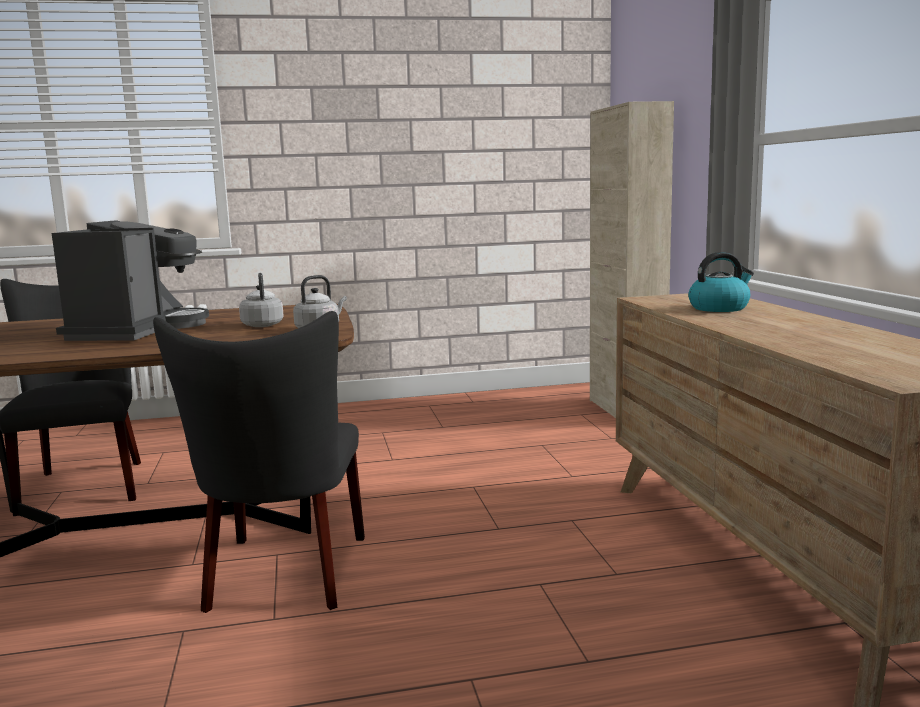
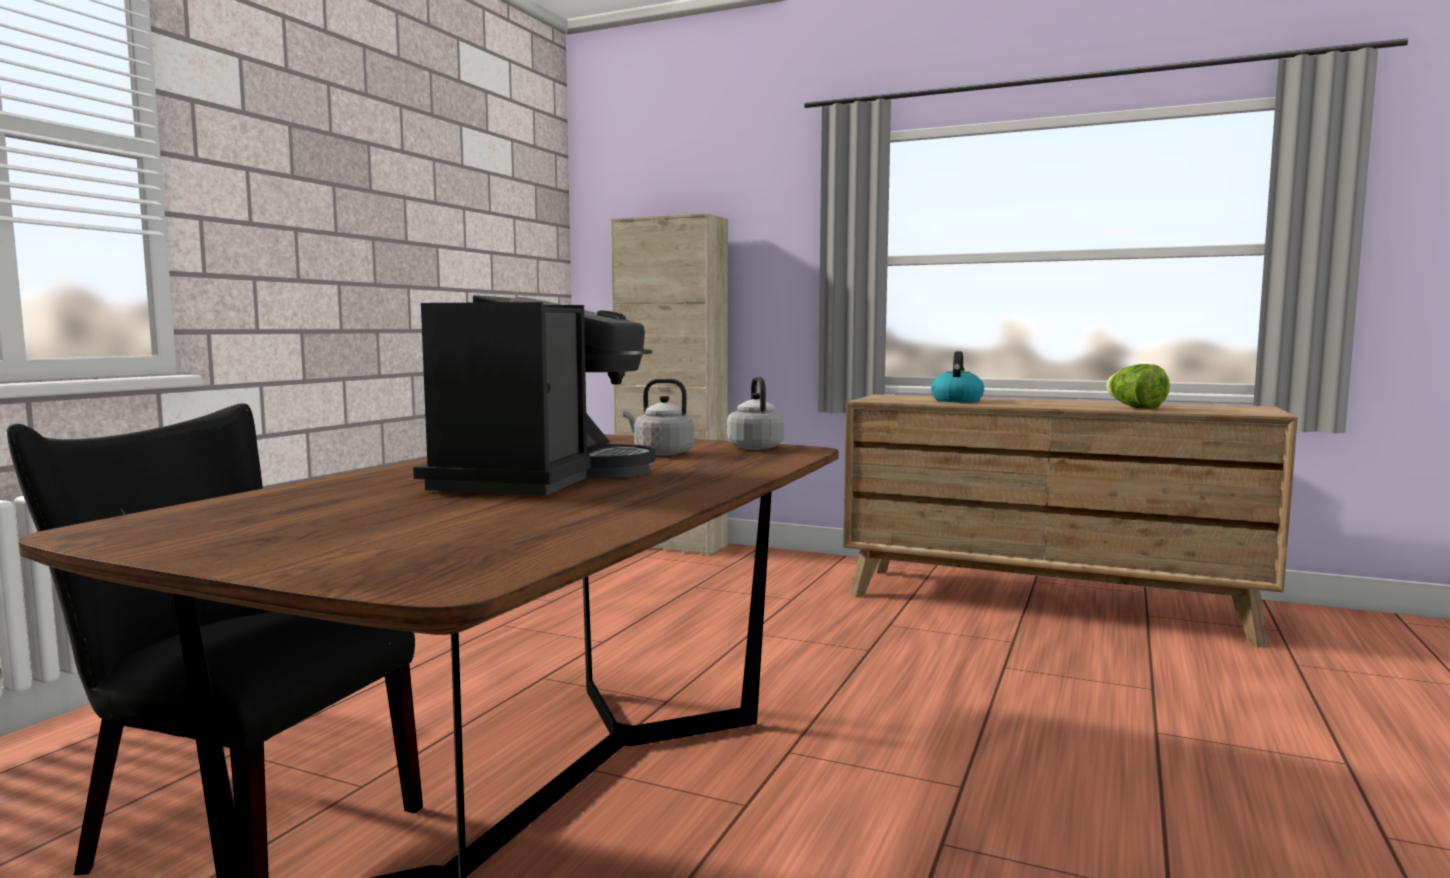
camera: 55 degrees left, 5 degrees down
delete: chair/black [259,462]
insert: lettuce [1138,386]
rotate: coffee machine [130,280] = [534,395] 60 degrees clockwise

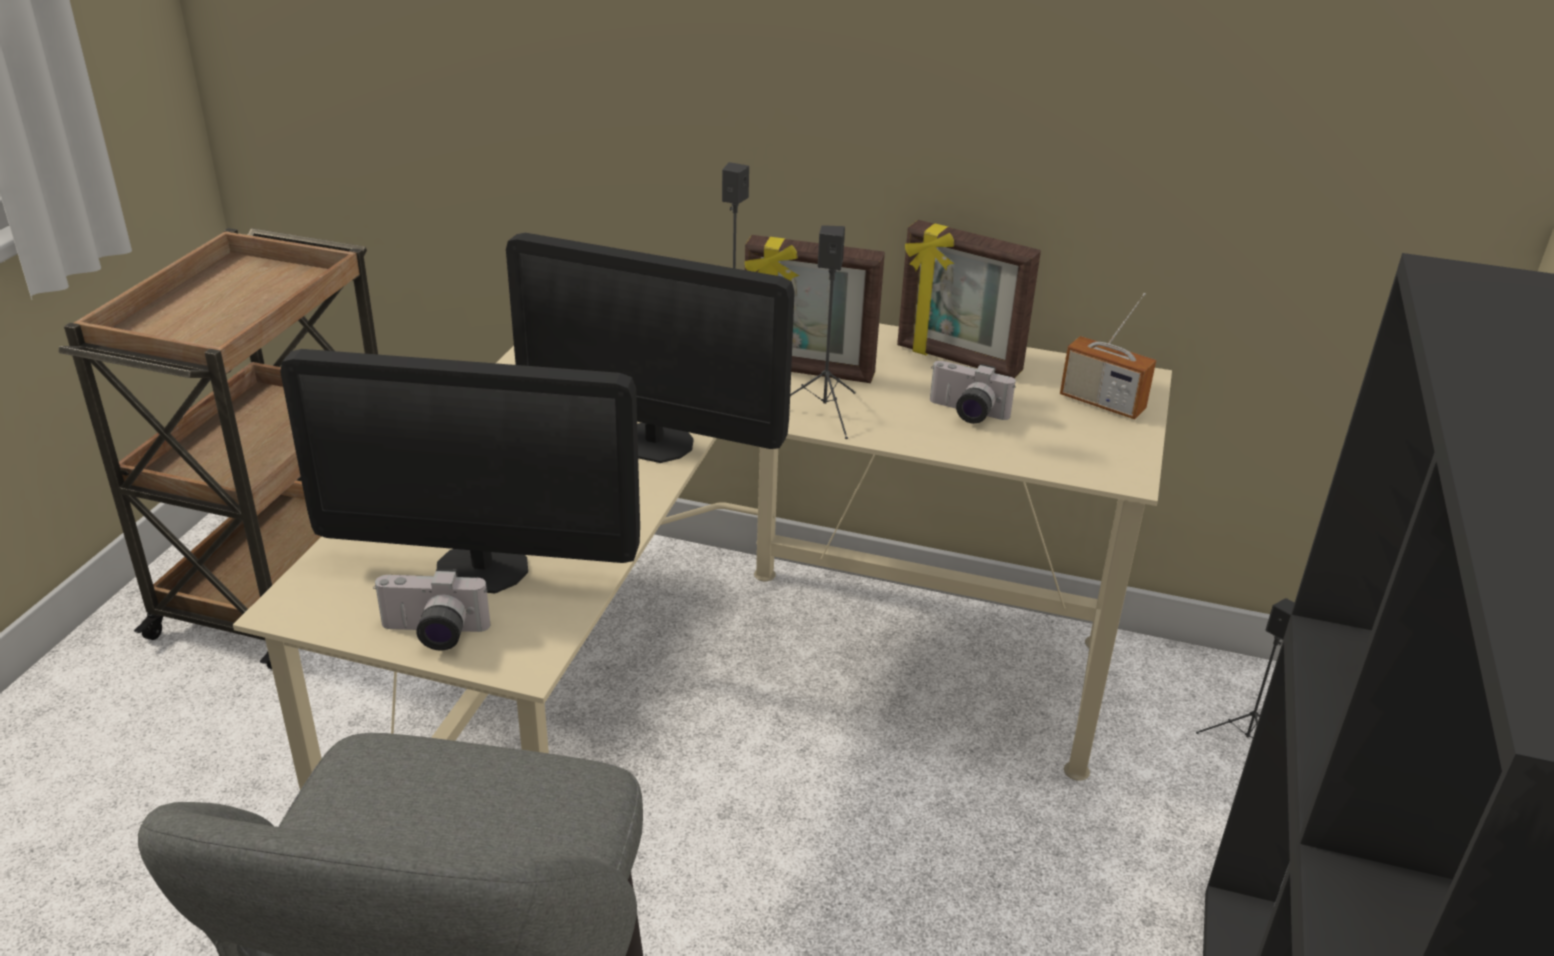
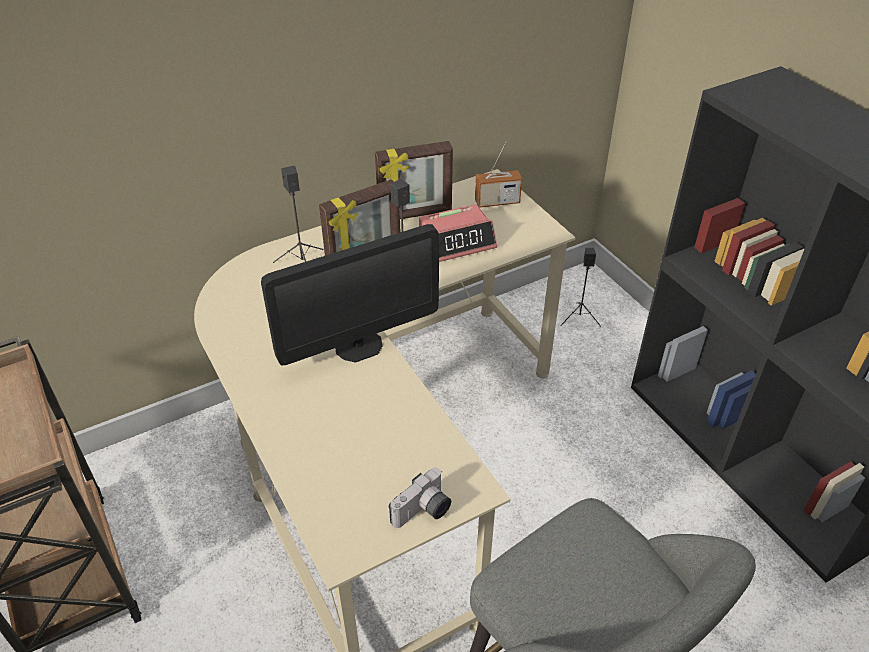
camera: 45 degrees left, 10 degrees up
delete: monitor [460,471]
replace: photo camera [973,392] to alarm clock [458,233]

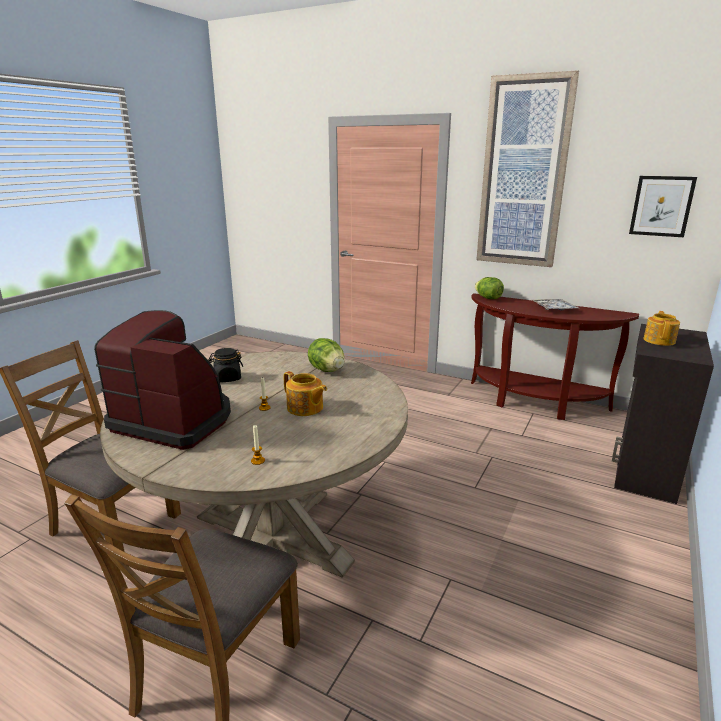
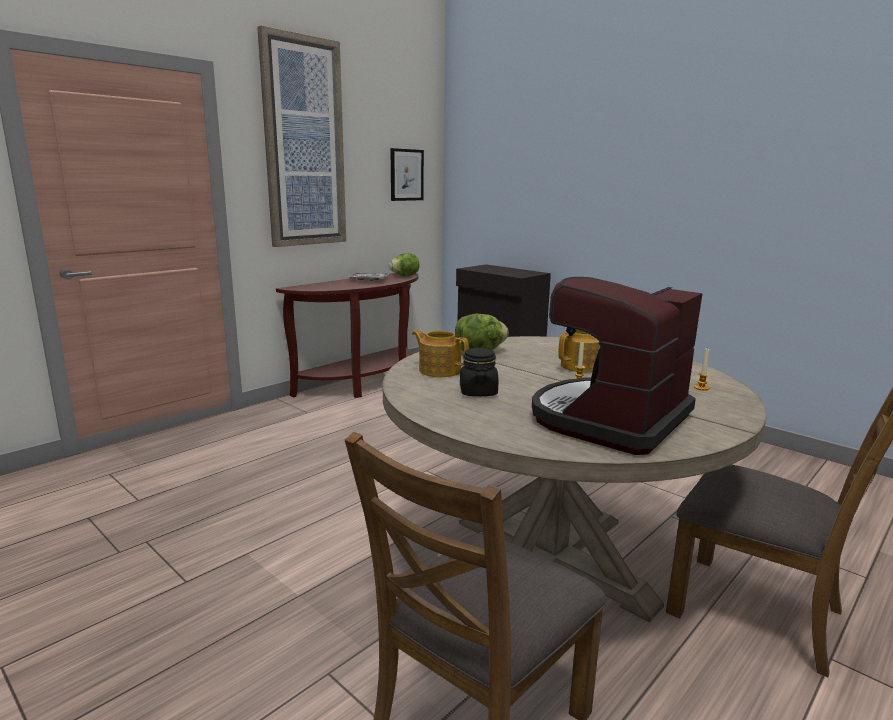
camera: 75 degrees left, 5 degrees down
move: lettuce [489,288] to [404,264]; teapot [662,328] to [440,353]

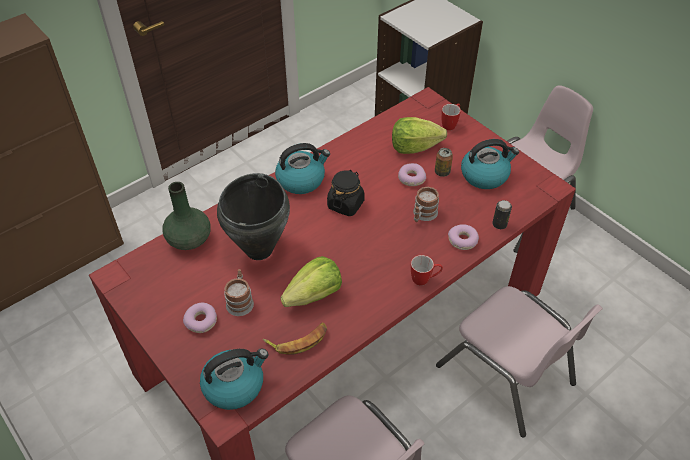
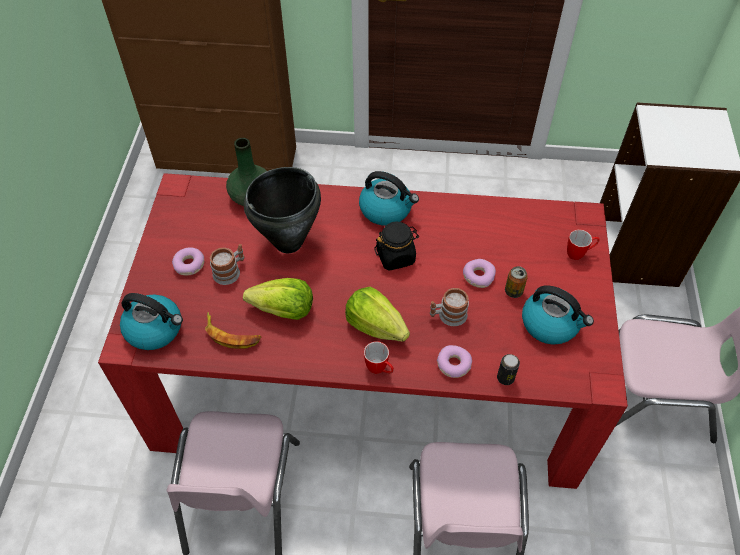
camera: 45 degrees right, 5 degrees up
move: lettuce [419,135] to [377,313]

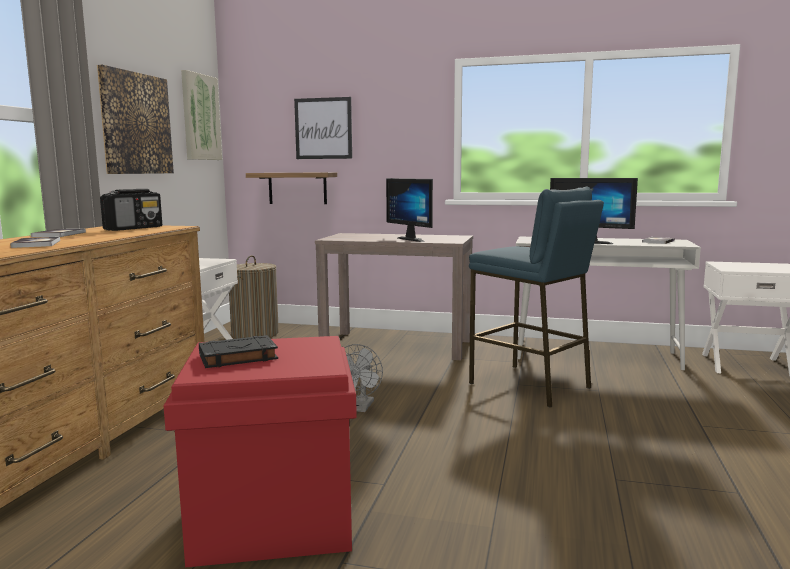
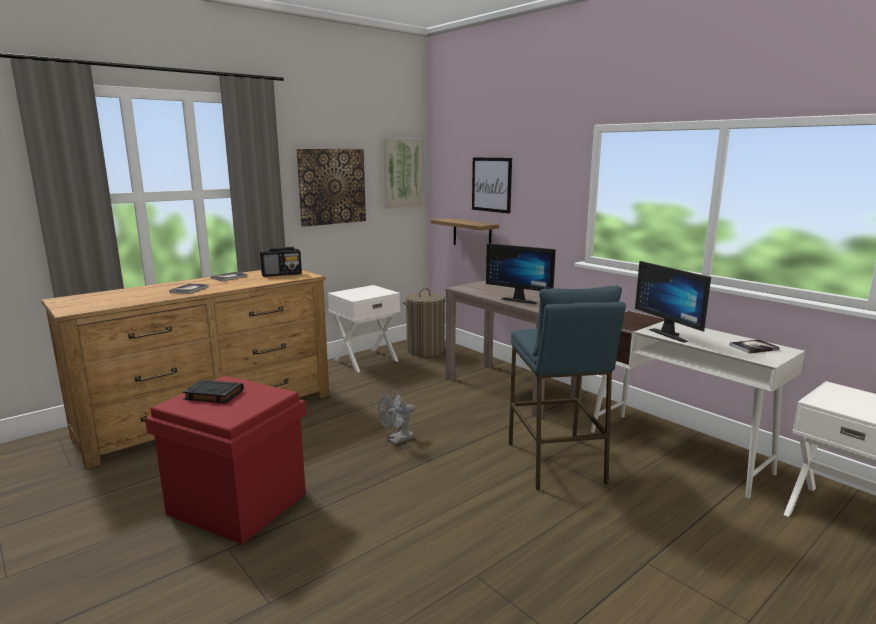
camera: 35 degrees right, 5 degrees up
rotate: monitor [409,210] = [521,273] 60 degrees counterclockwise

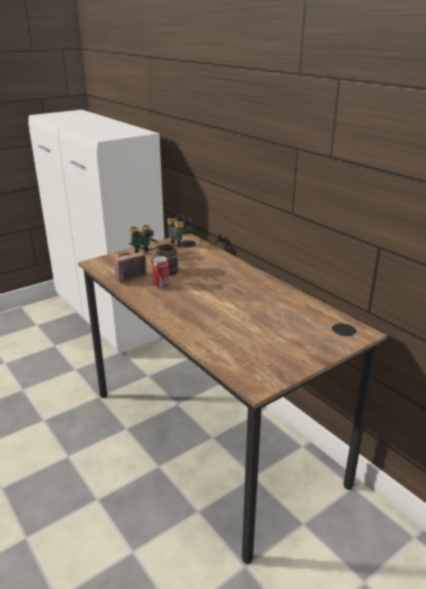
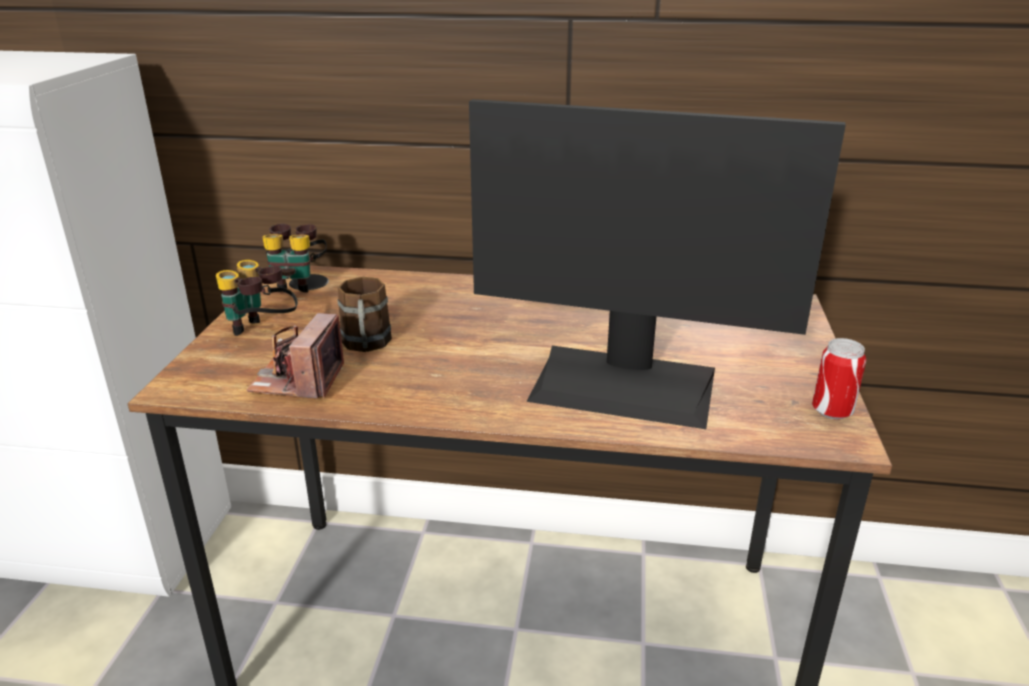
camera: 45 degrees left, 0 degrees up
insert: monitor [657,264]
move: can [160,272] to [839,379]

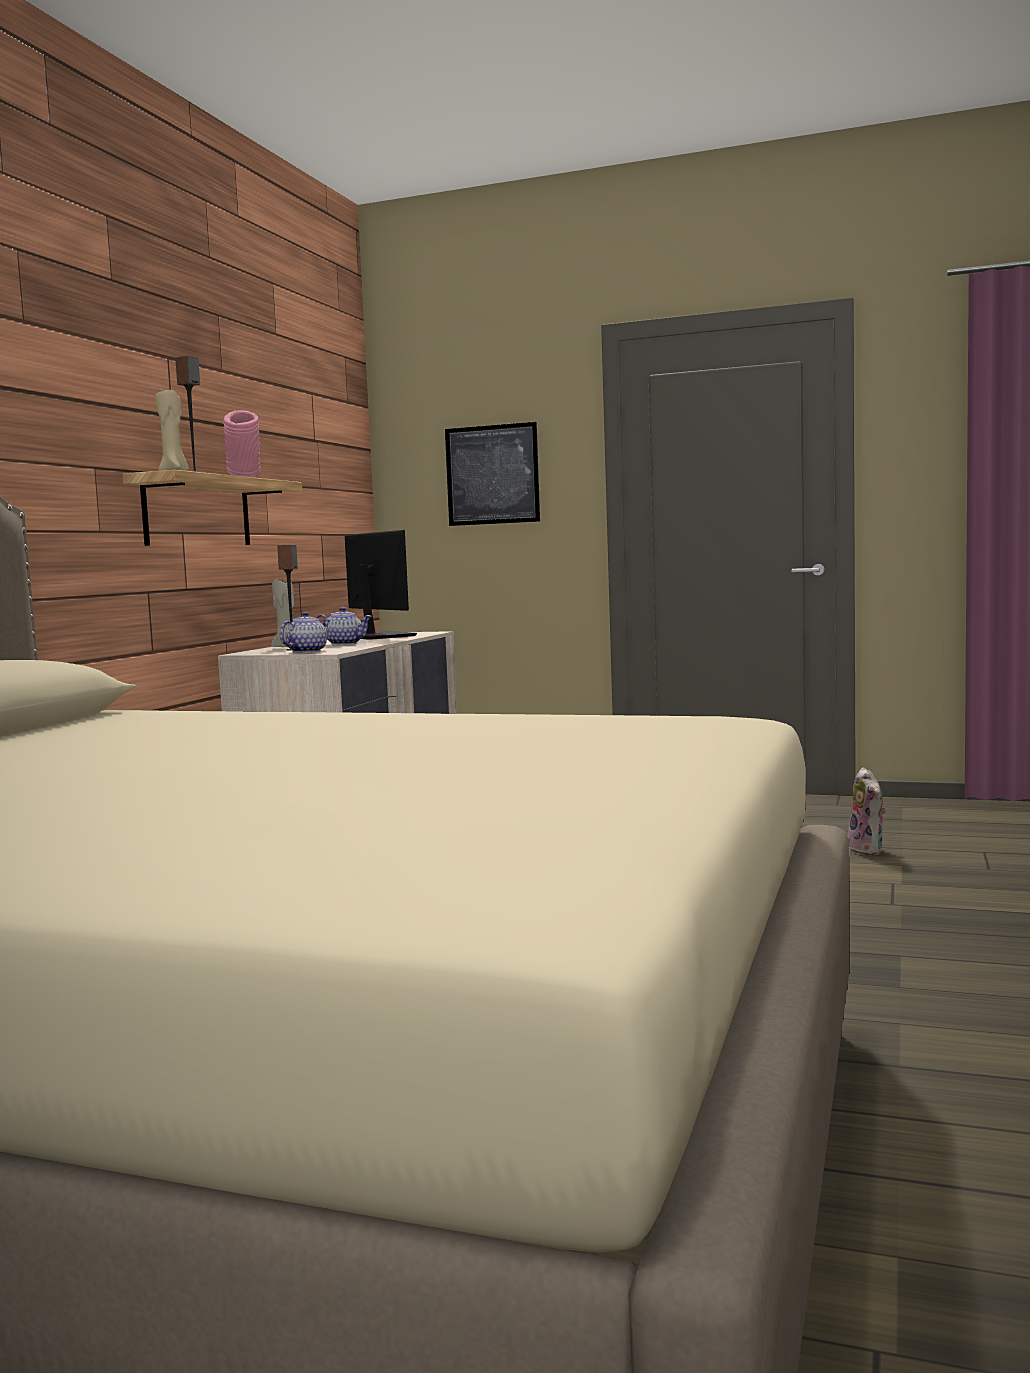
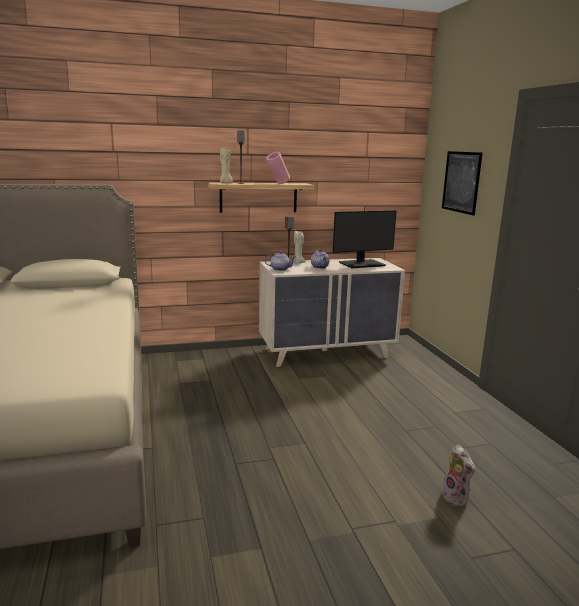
camera: 55 degrees right, 10 degrees up
rotate: monitor [381,585] = [365,239] 45 degrees clockwise; plush toy [867,811] = [459,476] 75 degrees counterclockwise

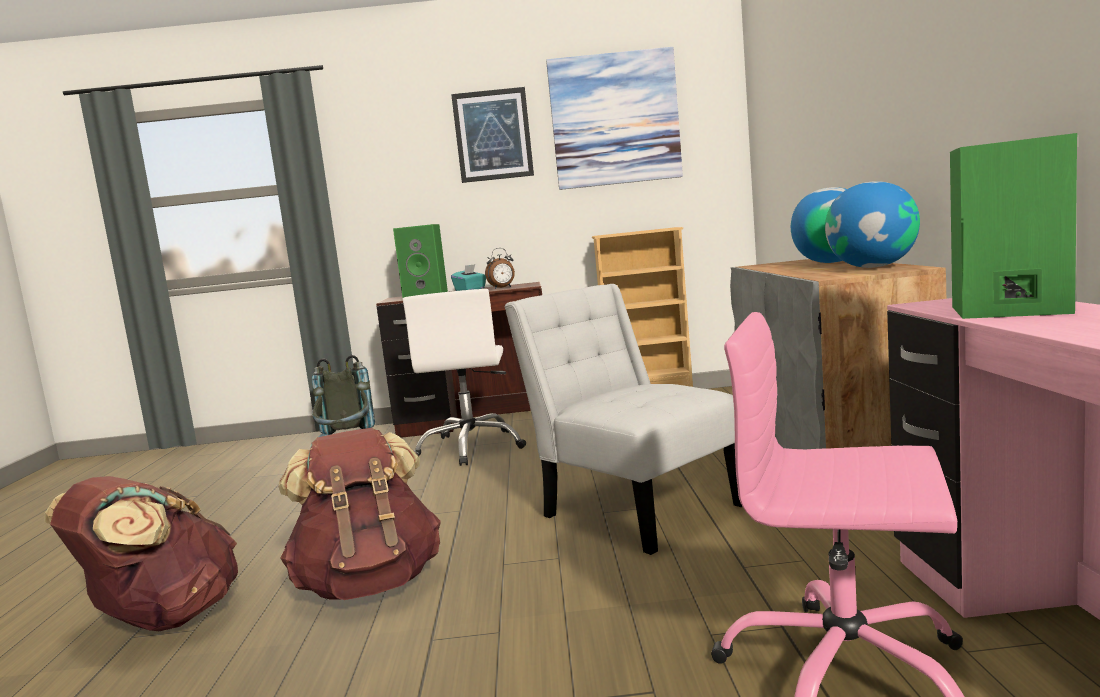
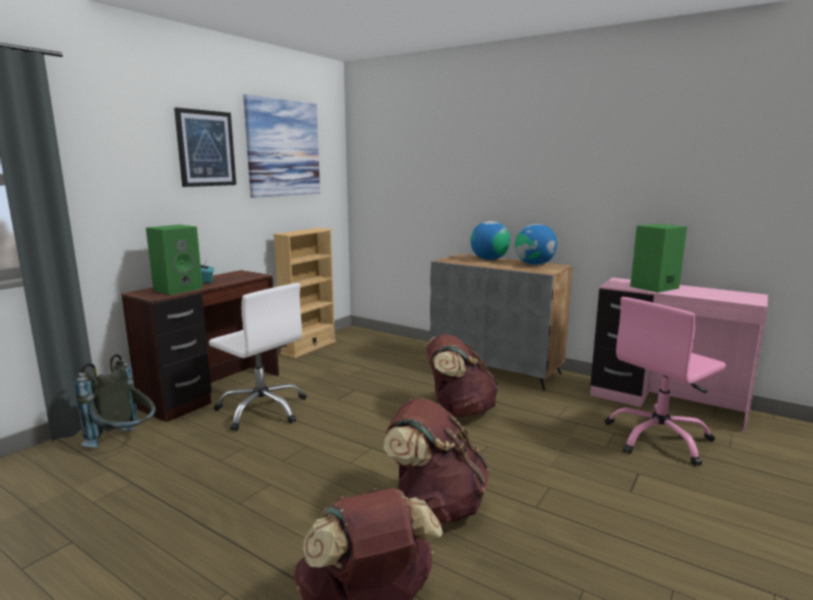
camera: 55 degrees left, 5 degrees up
delete: alarm clock [500,268]
replace: chair/white [623,419] to backpack/brown [462,375]

